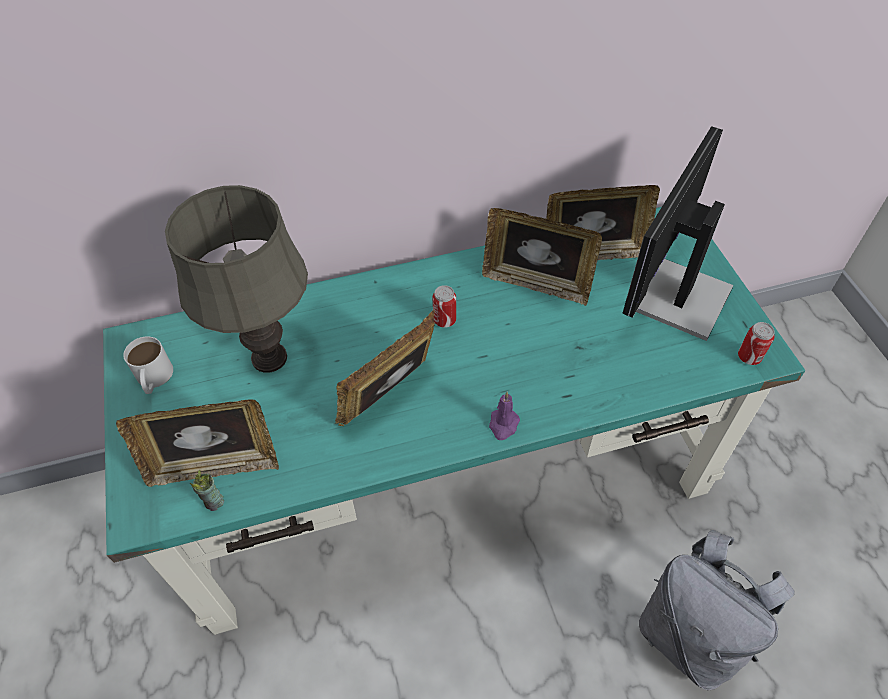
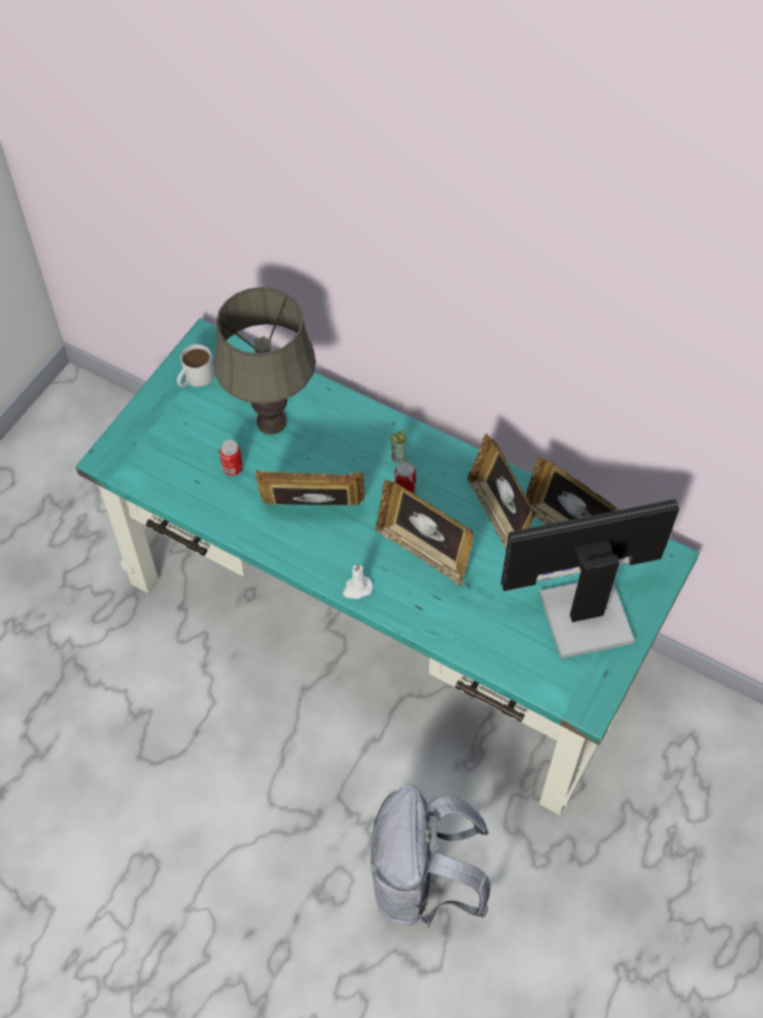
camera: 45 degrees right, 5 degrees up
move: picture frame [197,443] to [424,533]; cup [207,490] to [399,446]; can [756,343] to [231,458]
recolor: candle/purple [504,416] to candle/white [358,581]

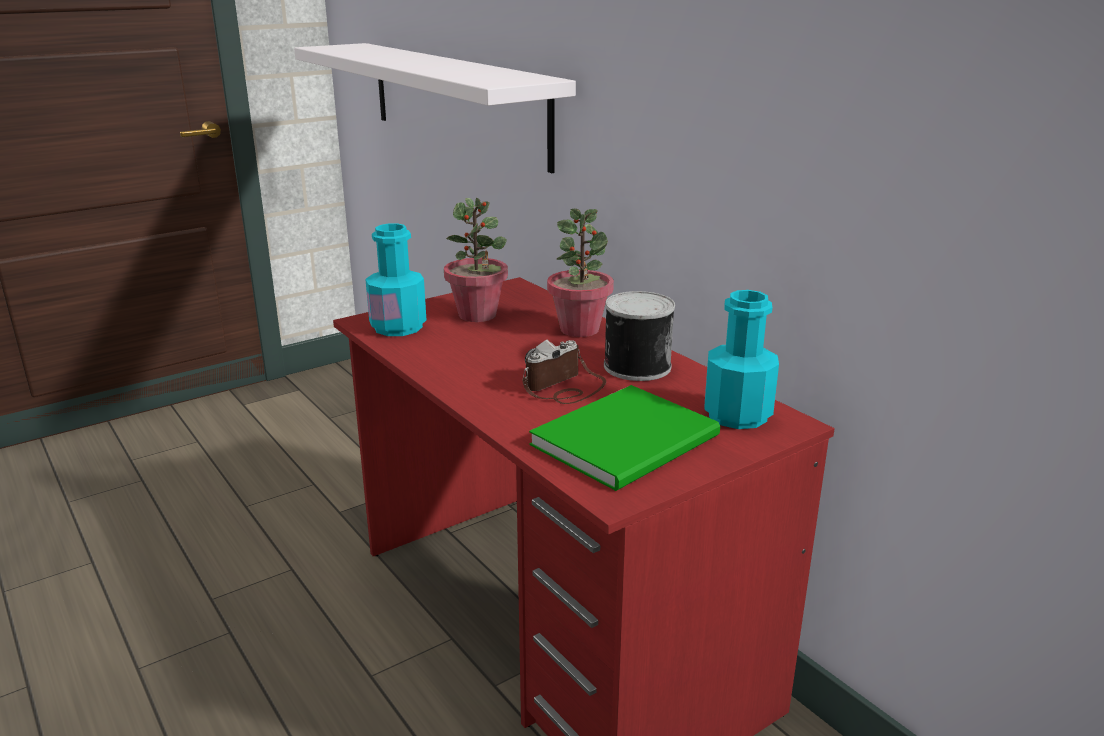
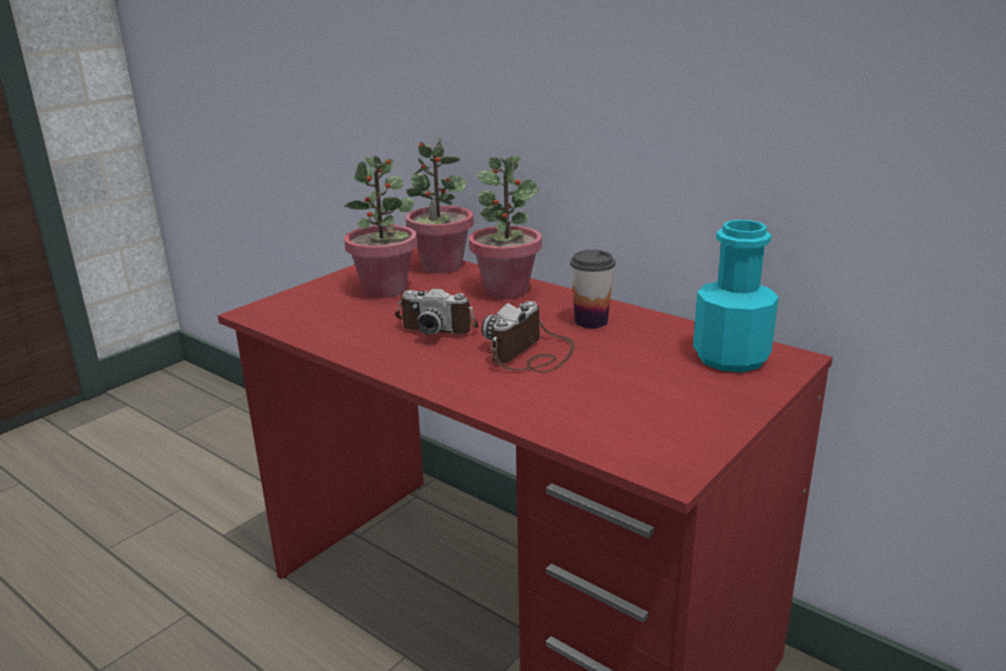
camera: 15 degrees left, 0 degrees up
delete: shelf/white [435,108]; bottle/turquoise [395,279]; book/green [624,438]
insert: photo camera [436,311]; potted plant [440,205]
replace: can [639,336] to cup [592,289]

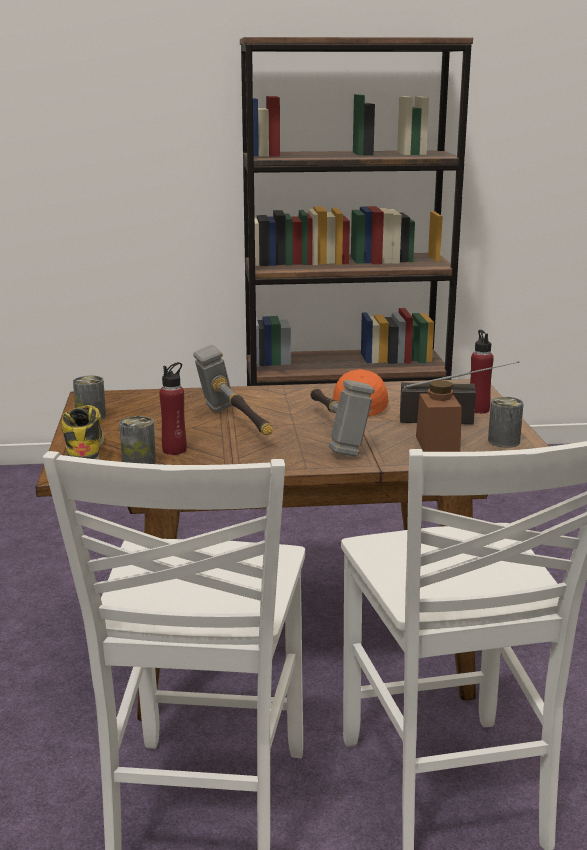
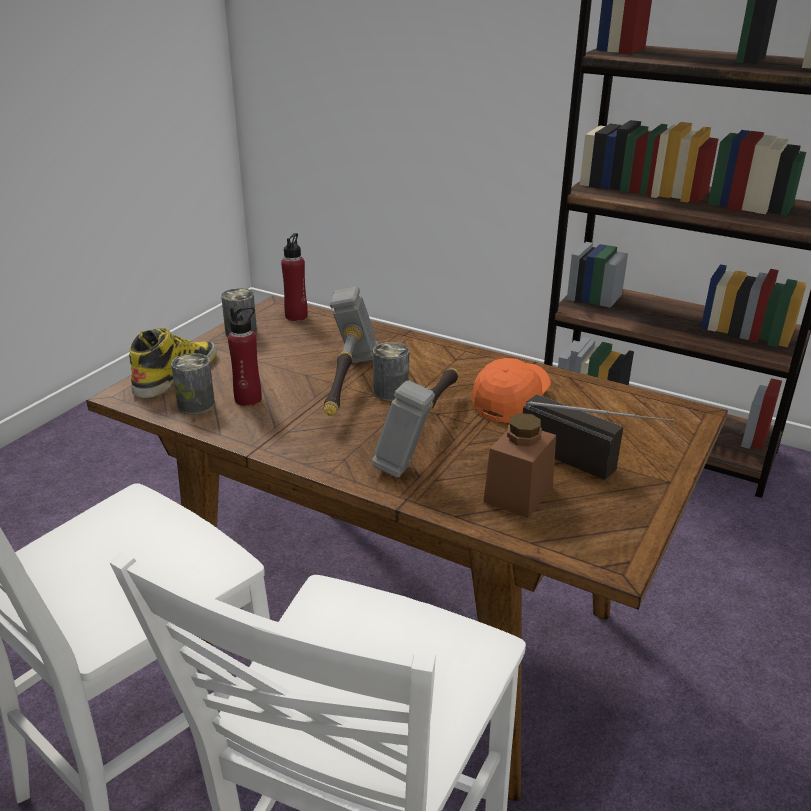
camera: 35 degrees right, 10 degrees up
move: bottle/red [482,372] to [294,277]; can [506,422] to [391,371]

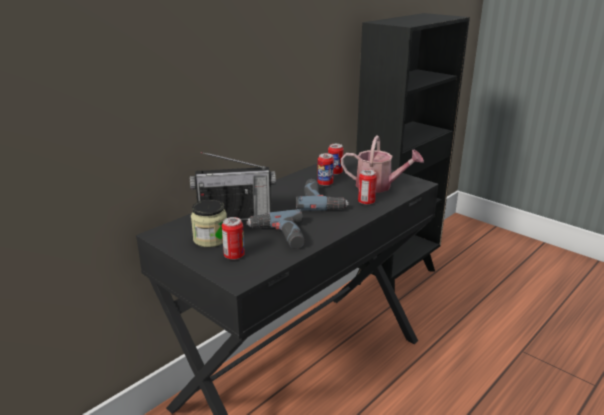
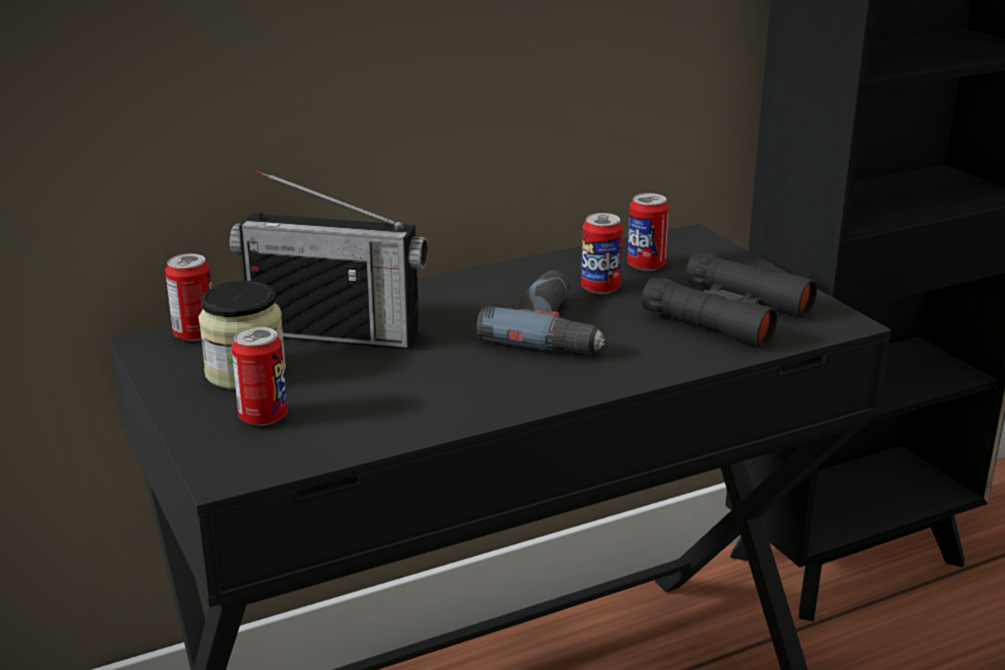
camera: 20 degrees right, 0 degrees up
delete: power drill [275,229]
move: can [367,187] to [188,297]
replace: watering can [382,164] to binoculars/black [729,300]

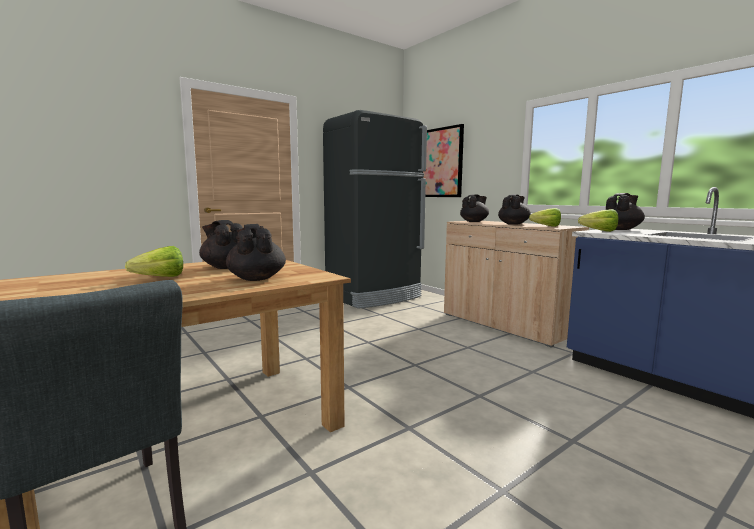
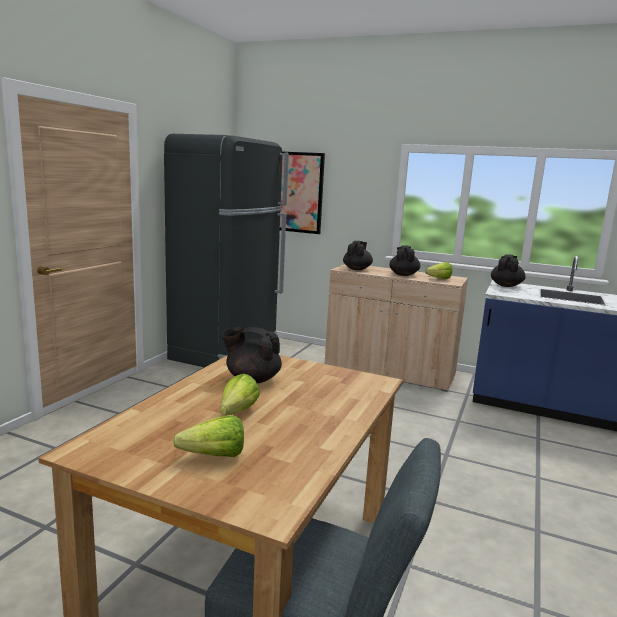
camera: 30 degrees left, 5 degrees up
delete: teapot/black [256,252]
move: lettuce [598,220] to [208,436]

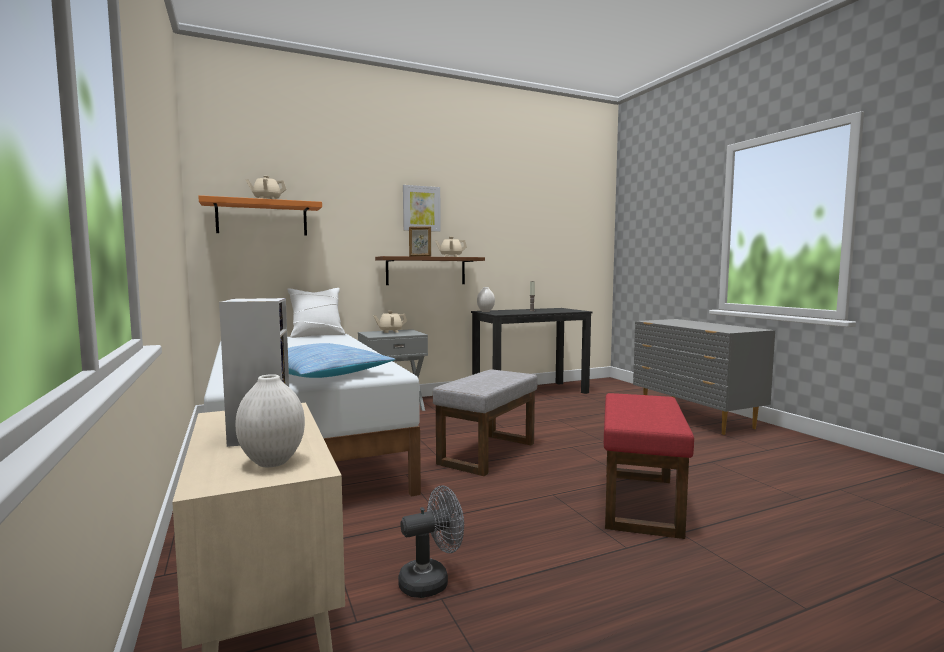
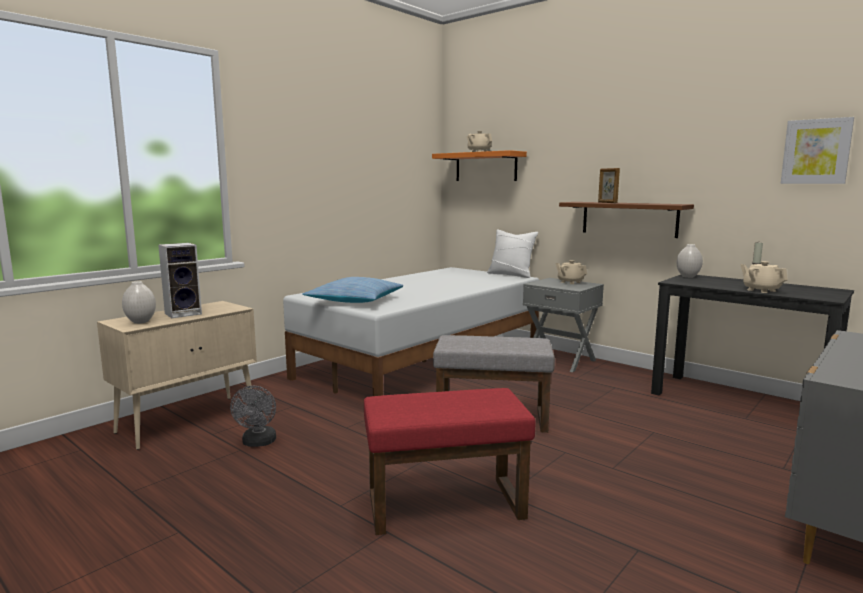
camera: 65 degrees right, 5 degrees up
move: picture [422,208] to [817,150]; teapot/beige [451,247] to [764,277]
rotate: fan/grey [431,542] = [253,416] 45 degrees clockwise

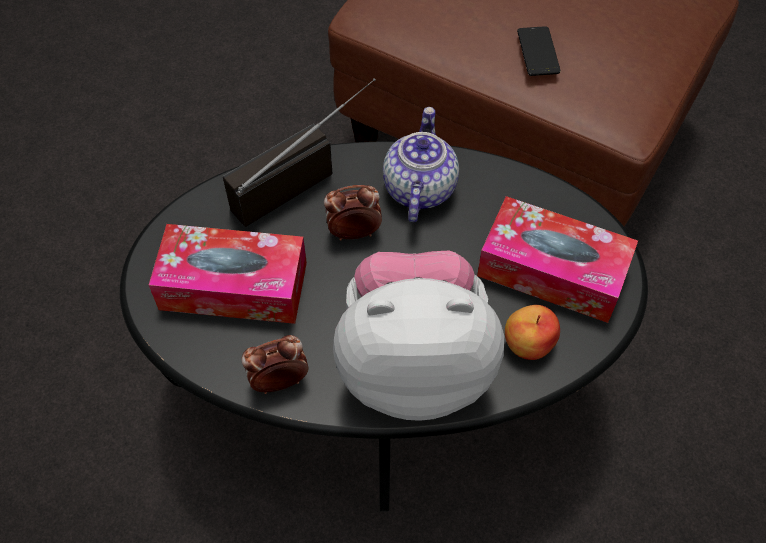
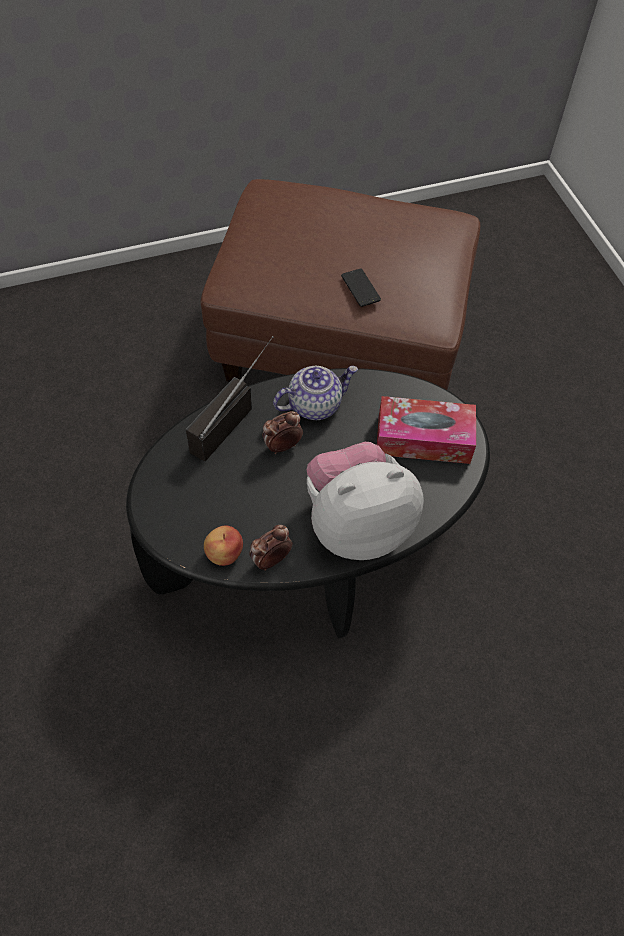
camera: 20 degrees left, 0 degrees up
delete: tissue box [228,274]
move: apple [532,332] to [223,545]
rotate: teapot [421,164] = [315,393] 75 degrees clockwise

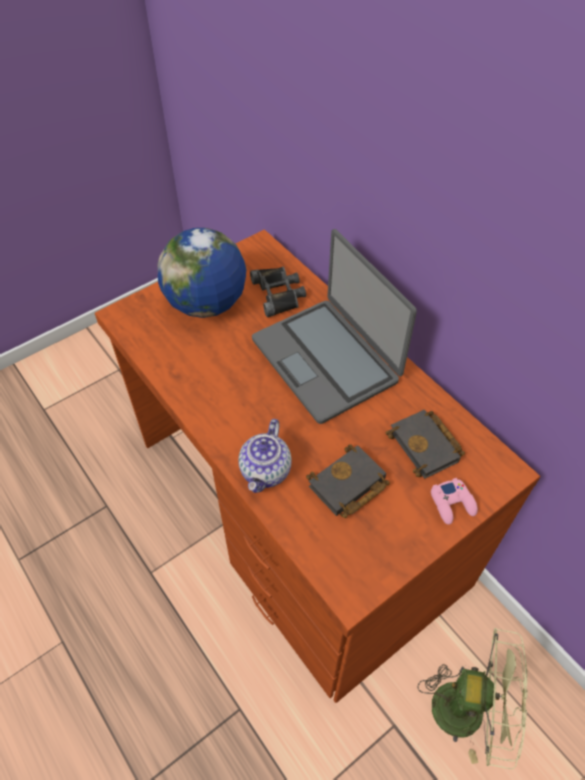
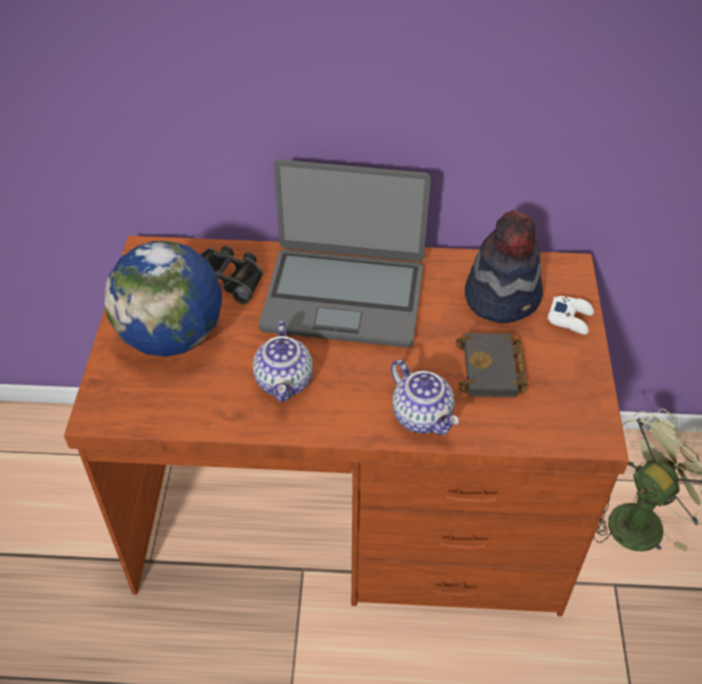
camera: 50 degrees left, 5 degrees down
insert: teapot [283,361]
replace: book/black [425,444] to hat [504,266]
recolor: game controller/pink [454,501] to game controller/white [570,315]

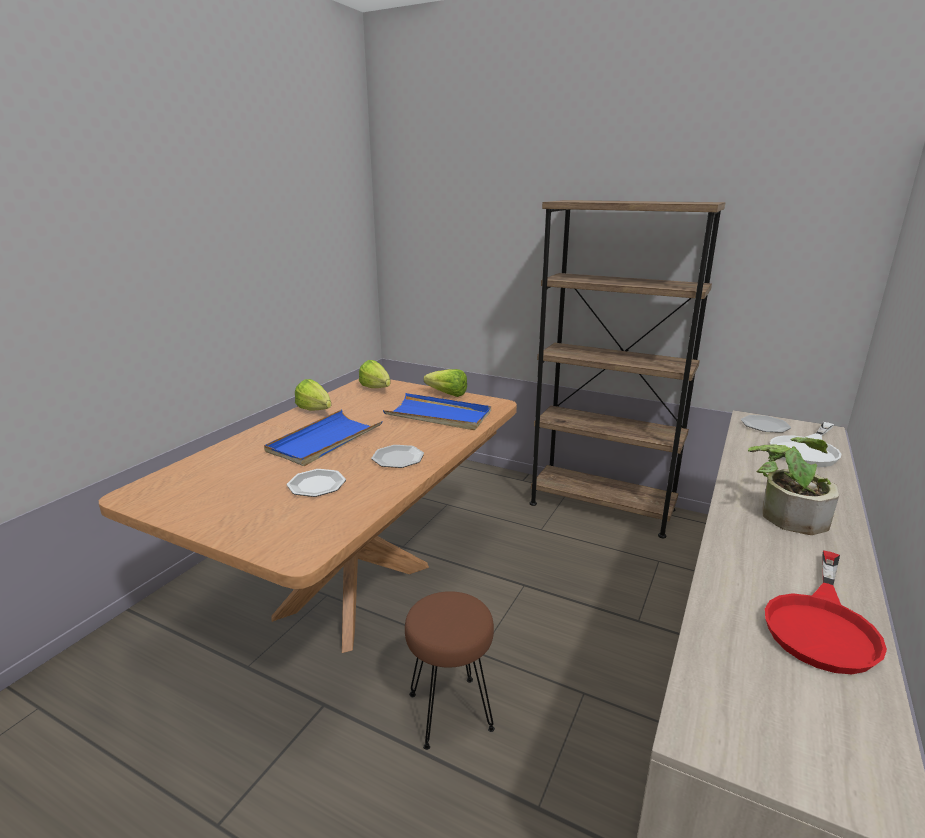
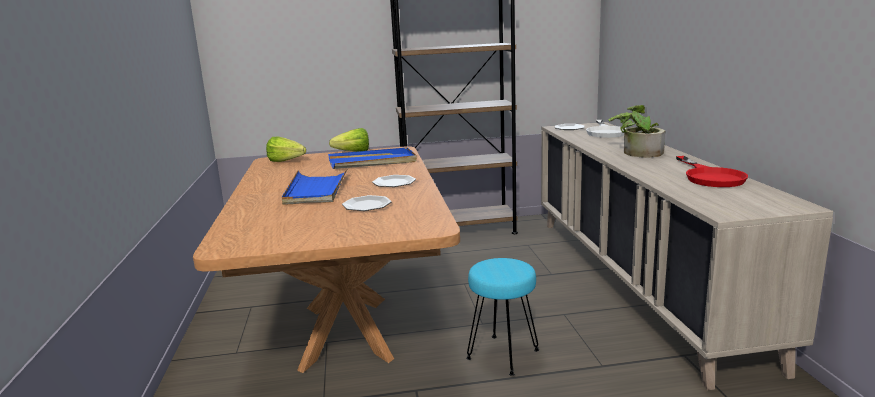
camera: 35 degrees left, 5 degrees down
delete: lettuce [313,394]
recolor: stool/brown [450,670] to stool/turquoise [502,316]

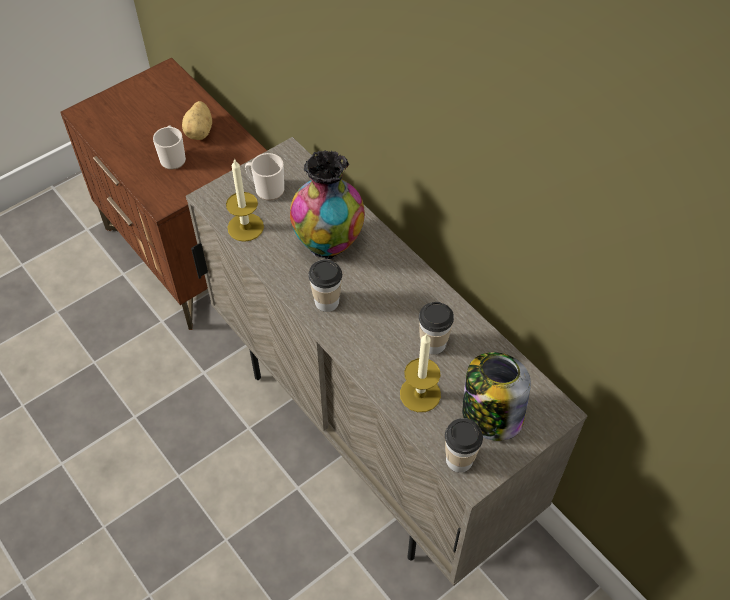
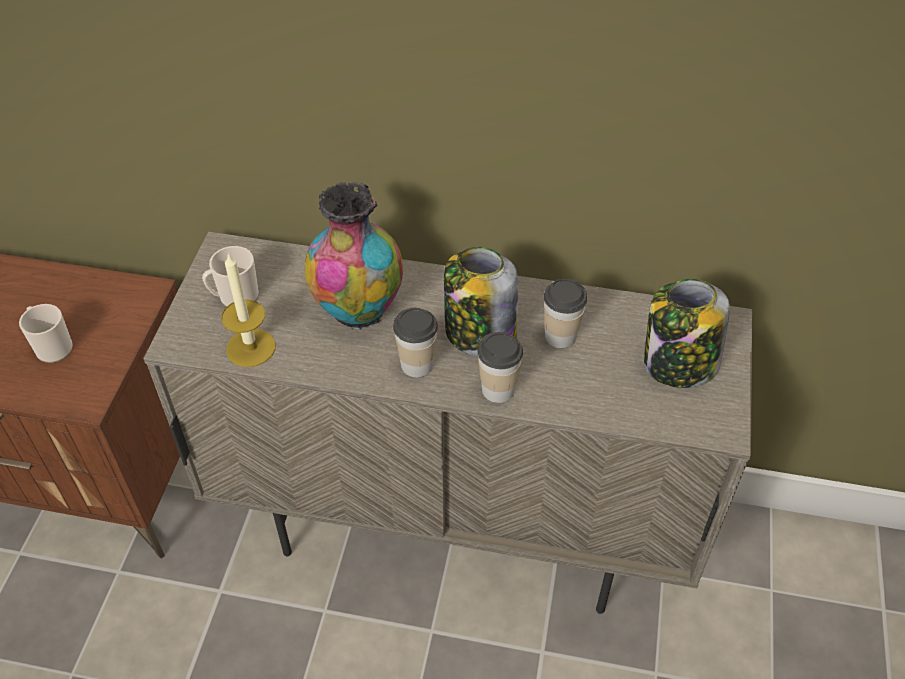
camera: 40 degrees left, 5 degrees down
delete: potato [197,120]; candle [420,372]
insert: jar [481,301]
move: cup [464,445] to [500,367]

